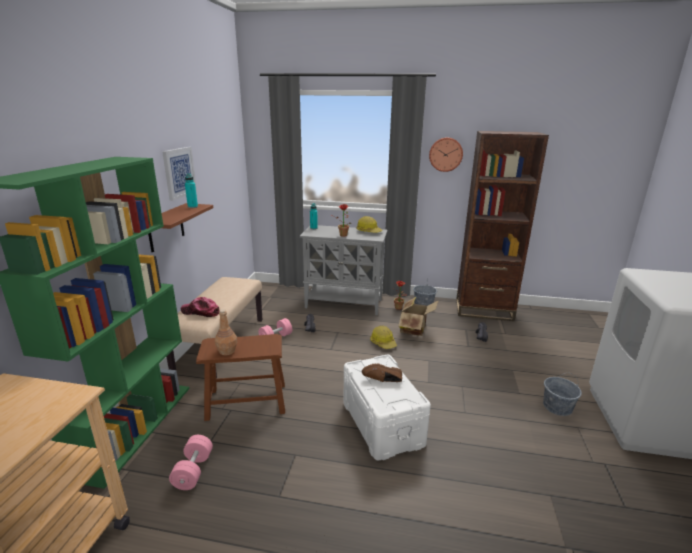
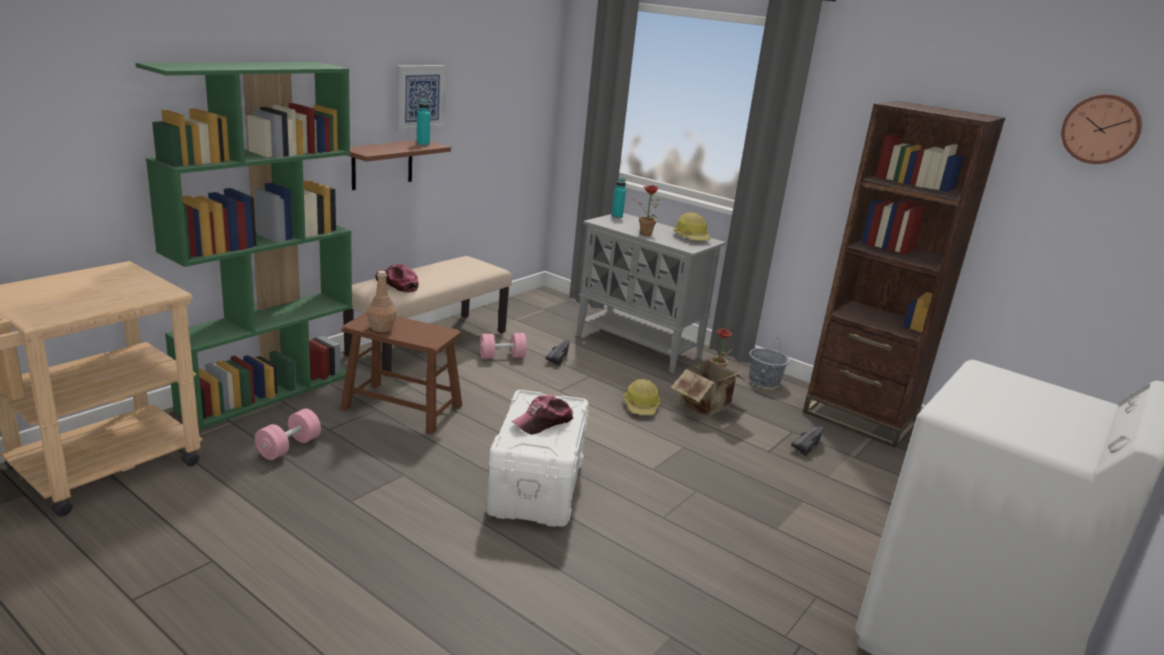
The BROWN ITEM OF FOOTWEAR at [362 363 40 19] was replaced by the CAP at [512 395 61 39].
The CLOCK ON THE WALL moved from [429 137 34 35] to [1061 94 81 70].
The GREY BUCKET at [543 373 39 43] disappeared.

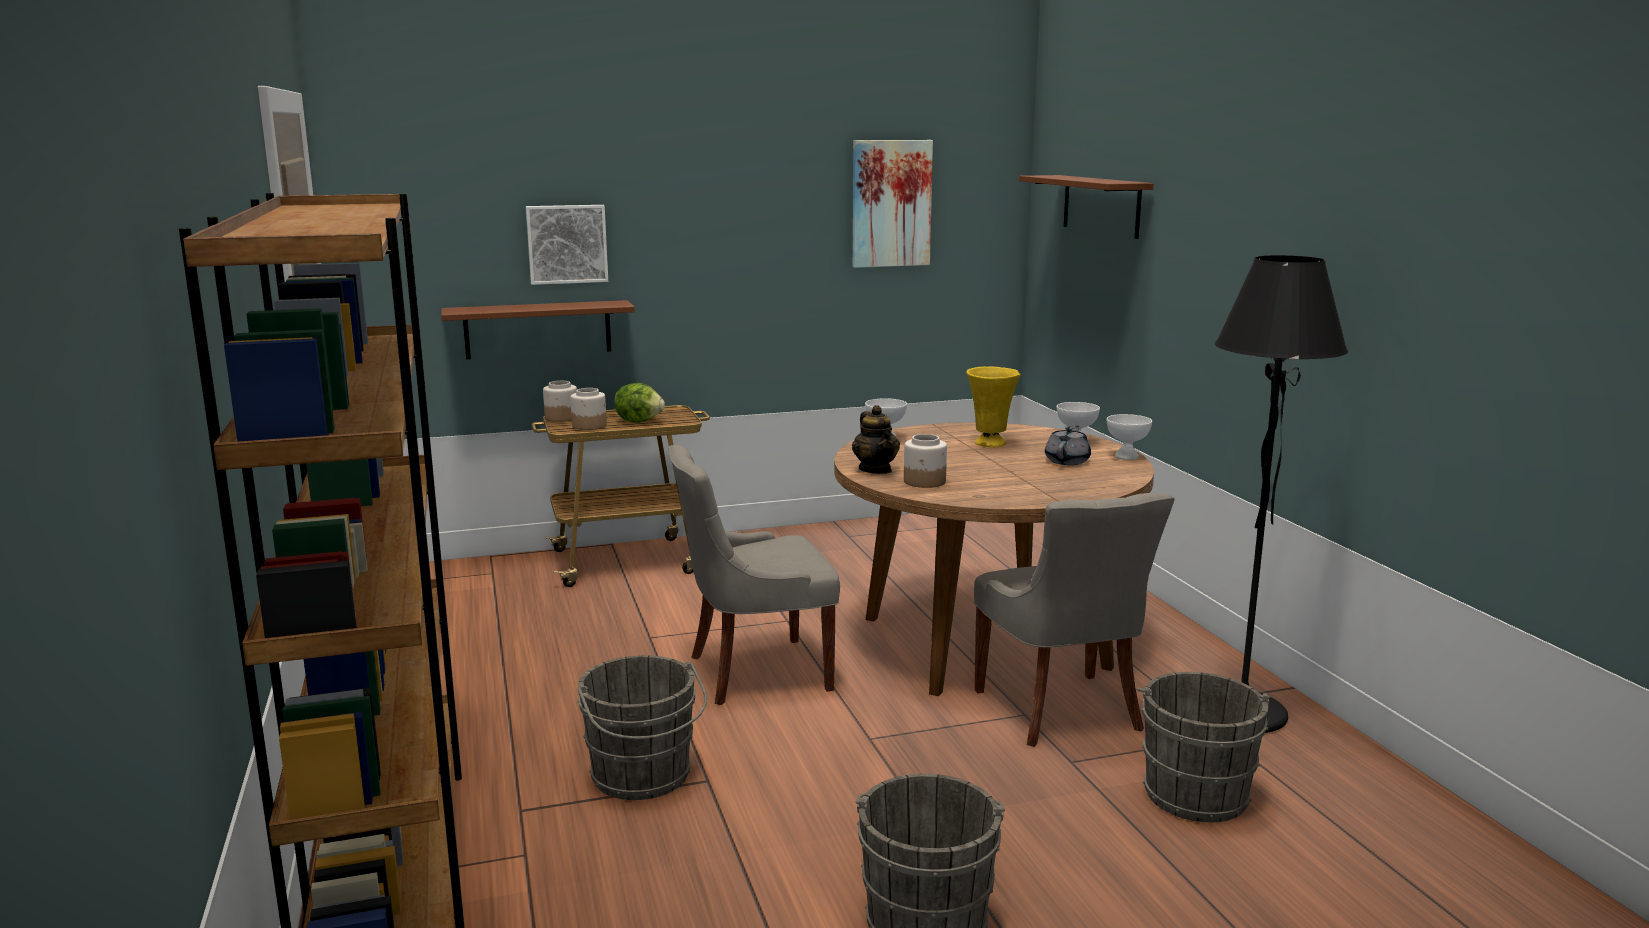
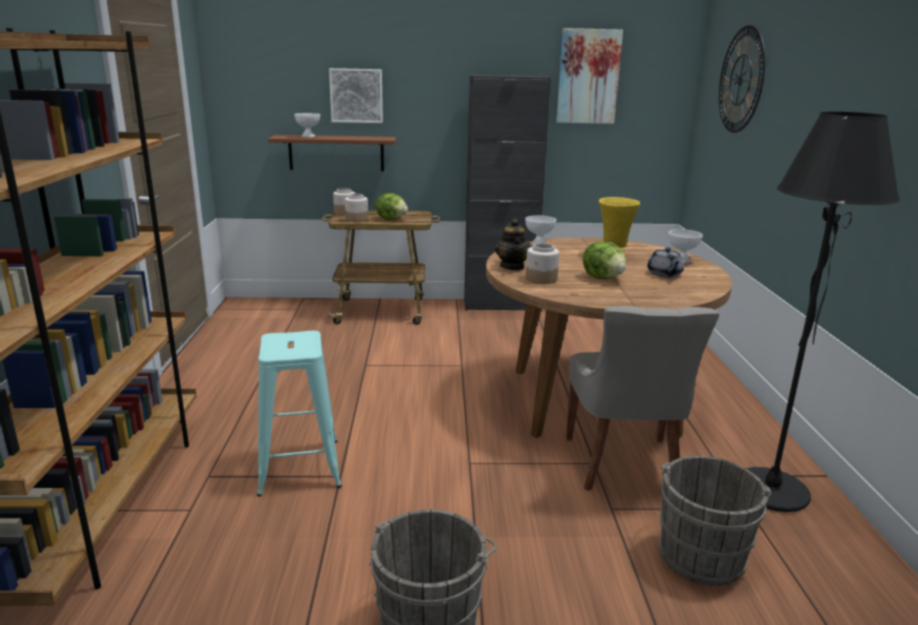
The GREY BUCKET at [577 655 130 145] was replaced by the BLUE-GREEN STOOL SEAT at [257 331 85 166].
The GREY UPRIGHT CHAIR at [668 445 172 260] disappeared.
The BROWN WALL SHELF at [1019 175 135 64] was replaced by the CLOCK ON THE WALL at [719 25 46 108].
The GREY POT FOR TEA at [1045 426 46 39] turned 135 degrees clockwise.
The WHITE SERVING BOWL moved from [1107 414 45 46] to [294 113 26 25].
The BLACK-COLOURED CABINET at [464 75 87 236] appeared.
The LETTUCE at [583 241 43 38] appeared.

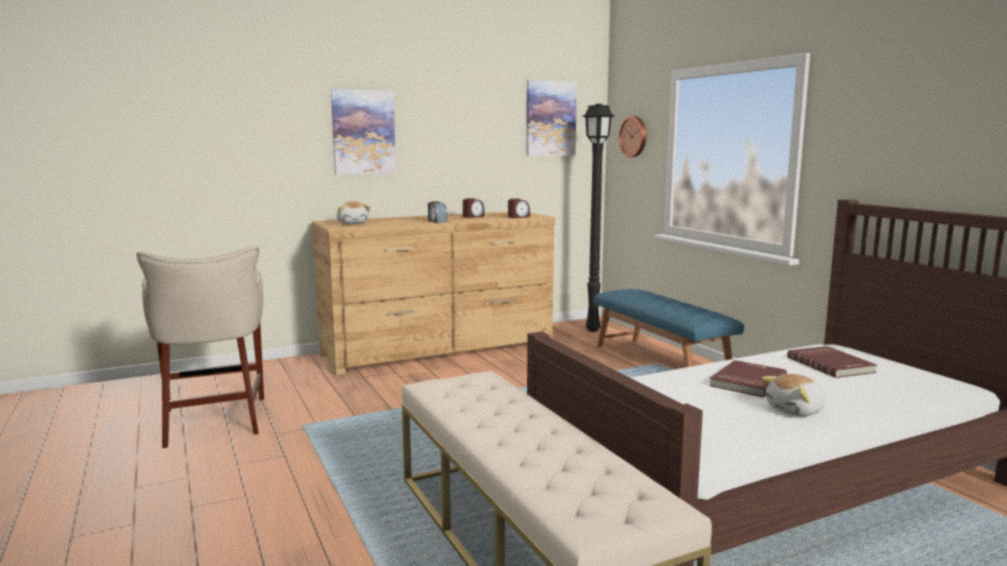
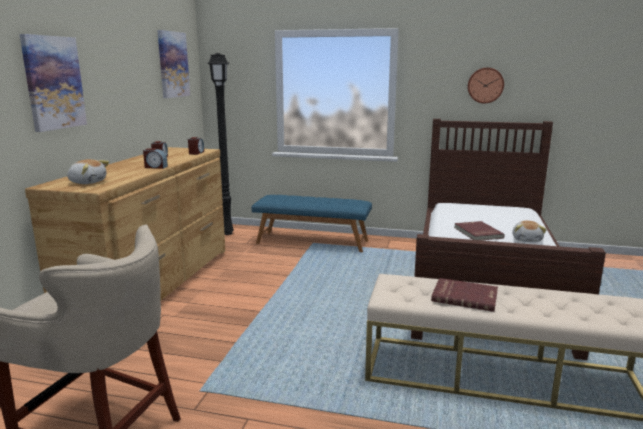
The CLOCK ON THE WALL moved from [618 116 28 41] to [468 68 36 36].
The REDDISH BOOK moved from [787 346 90 32] to [431 278 67 34].

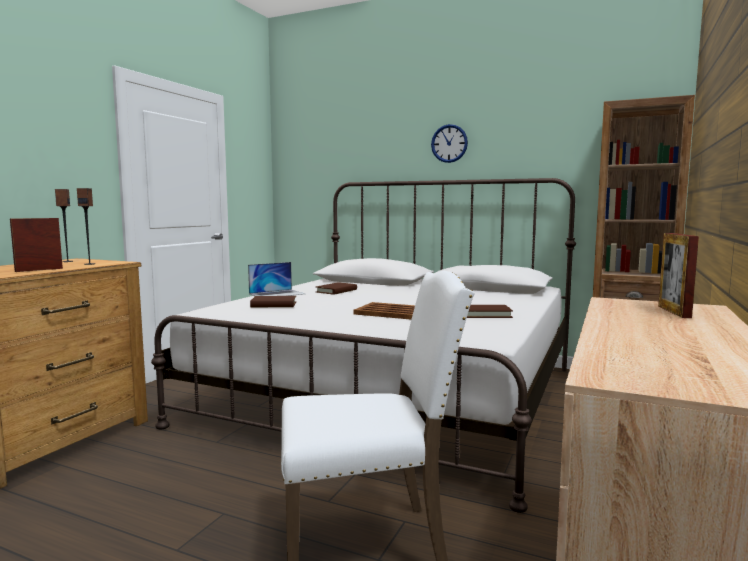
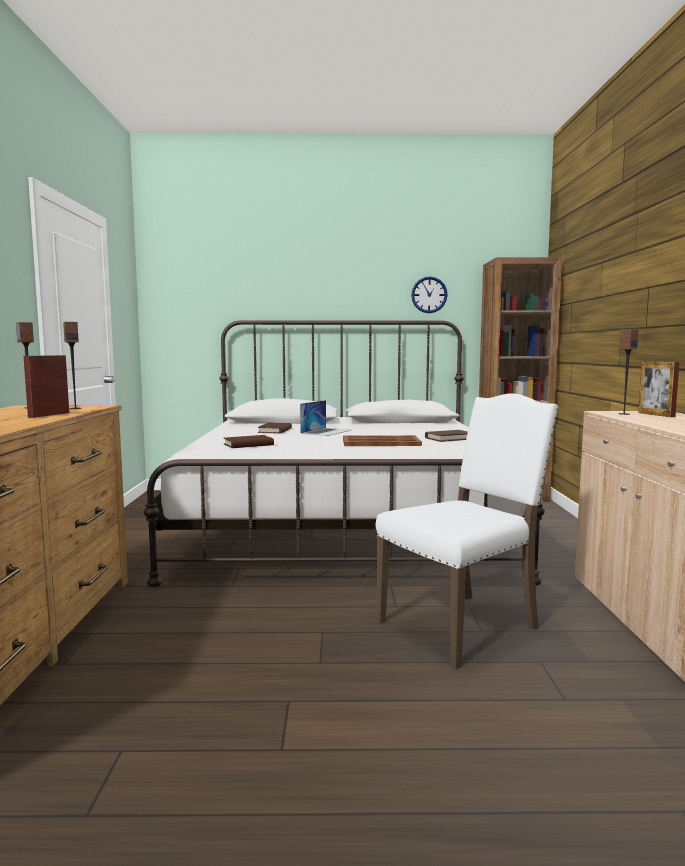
The NOTEBOOK COMPUTER moved from [248 262 57 34] to [300 400 51 36].
The CLOCK ON THE WALL moved from [431 124 37 39] to [411 276 37 37].
The SPEAKER at [618 329 20 86] appeared.

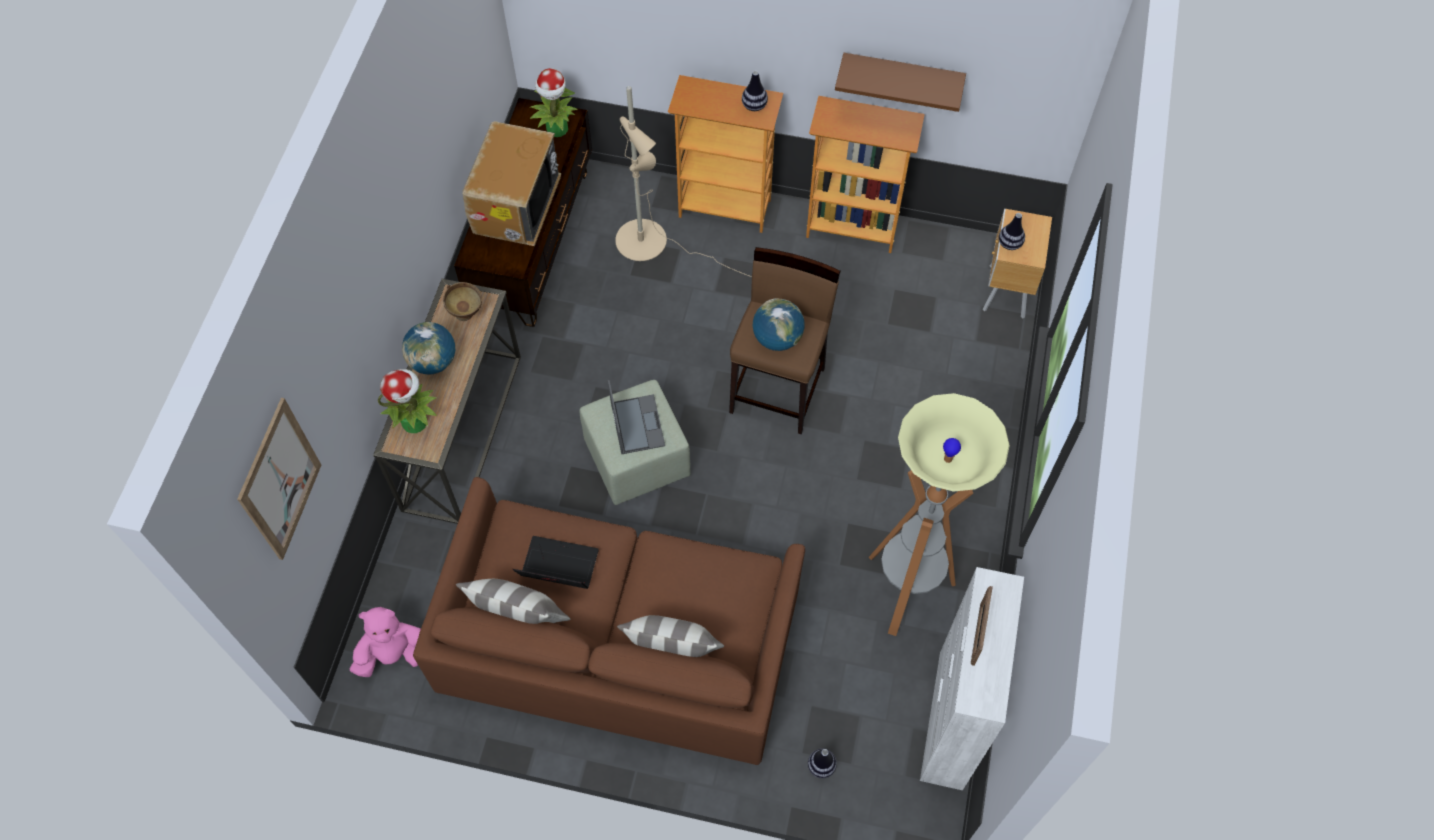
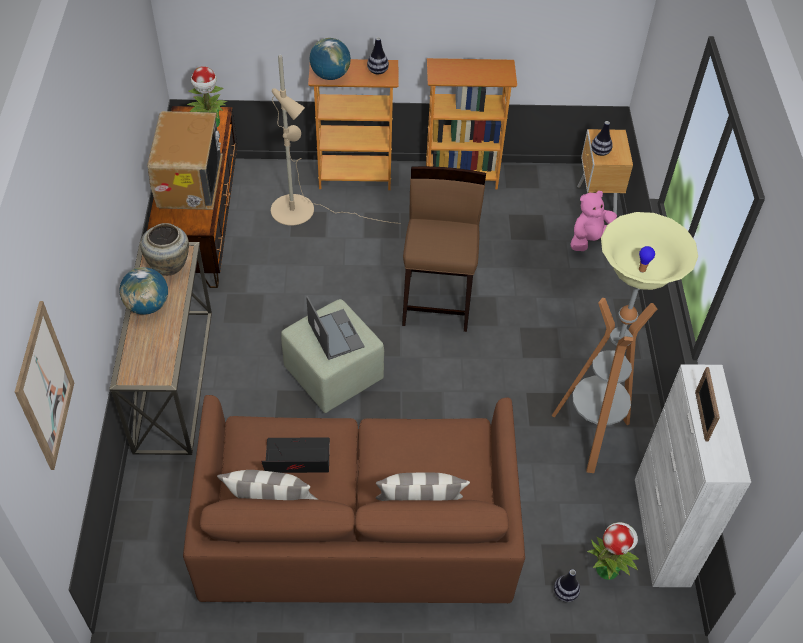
The PINK CUDDLY TOY moved from [350 607 71 70] to [571 191 46 60].
The PLANT IN A POT moved from [378 369 59 64] to [587 522 52 58].
The BROWN SERVING BOWL at [443 282 39 39] was replaced by the SAND-COLOURED FLOWER VASE at [140 223 49 53].
The DESK GLOBE moved from [753 298 52 53] to [310 38 41 42].
The BROWN WALL SHELF at [835 53 131 59] disappeared.

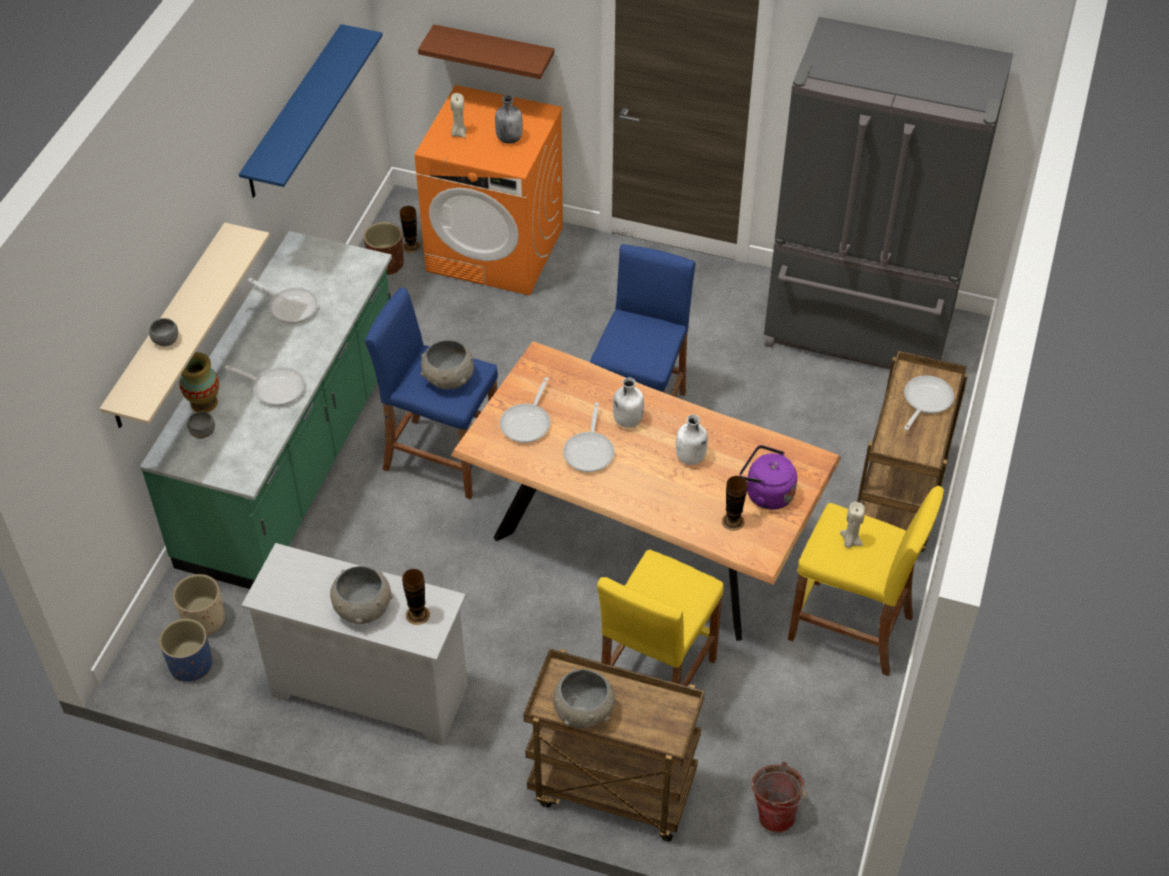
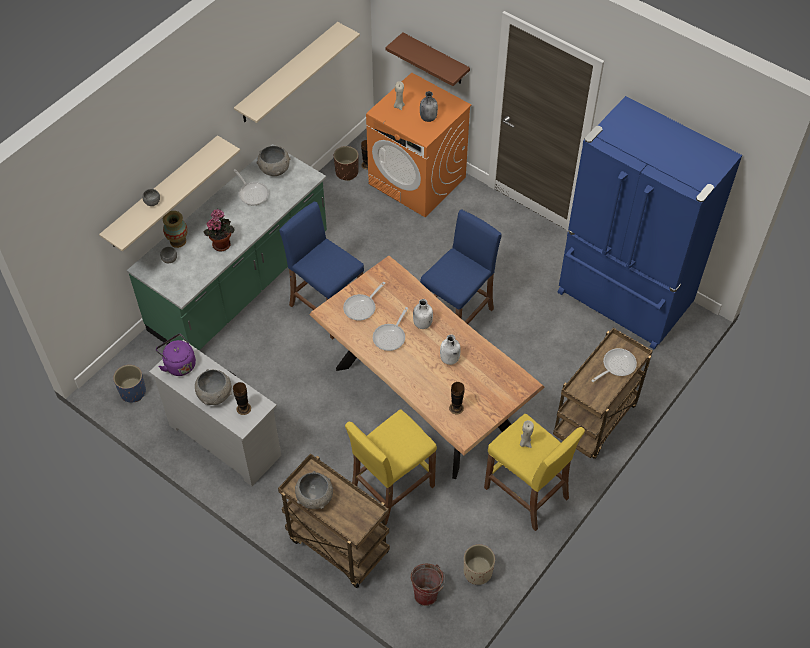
The SAND-COLOURED PLANT POT moved from [173 574 52 61] to [464 544 31 41].
The FRYING PAN at [225 365 80 41] was replaced by the PLANT IN A POT at [203 209 32 42].
The BLUISH WALL SHELF at [239 24 144 174] became the SAND-COLOURED WALL SHELF at [234 22 126 101].
The GREY SERVING BOWL moved from [421 340 53 49] to [256 146 34 30].
The PURPLISH TEA KETTLE moved from [740 445 57 65] to [156 334 40 42].
The GREY KITCHEN FRIDGE at [764 17 249 352] became the BLUISH KITCHEN FRIDGE at [557 96 185 253].

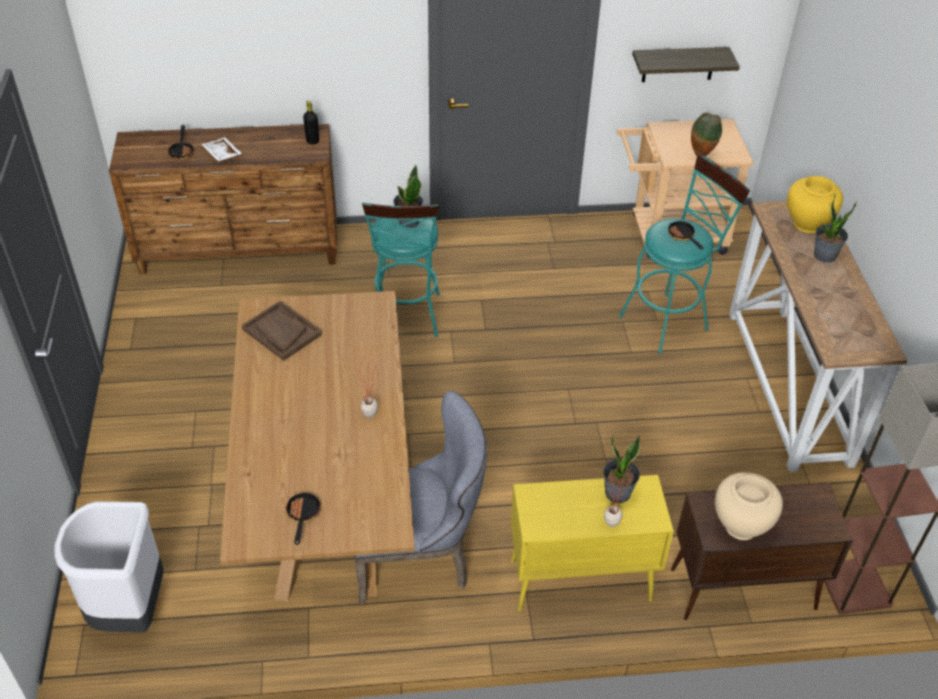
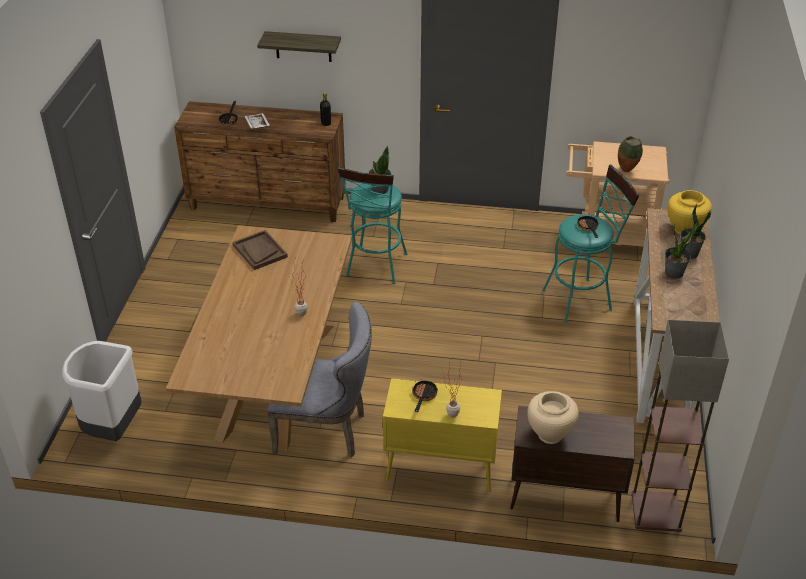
The FRYING PAN moved from [285 492 36 53] to [412 376 26 36].
The PLANT IN A POT moved from [603 435 37 68] to [665 223 29 55].
The WALL SHELF moved from [632 47 108 35] to [257 31 84 31].

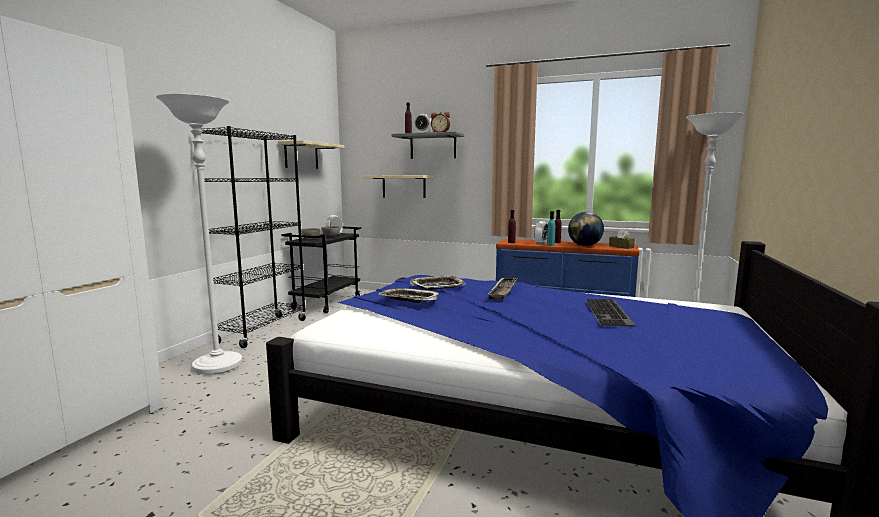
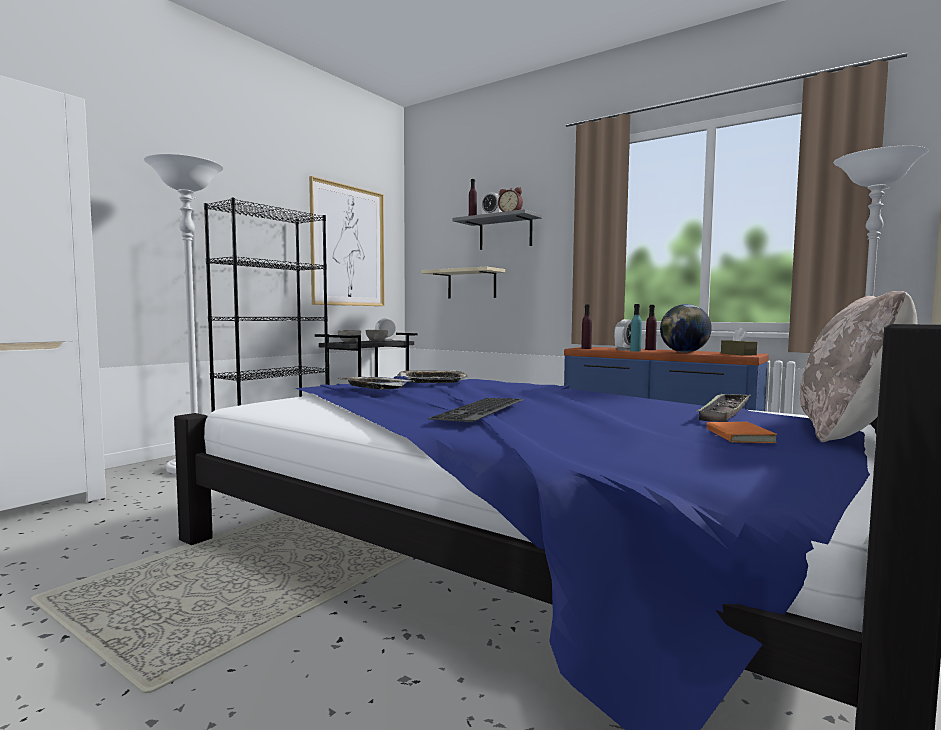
The SAND-COLOURED WALL SHELF at [278 140 67 29] was replaced by the WALL PICTURE at [309 176 75 130].
The CARRYING TRAY moved from [488 277 30 23] to [696 393 55 29].
The COMPUTER KEYBOARD moved from [585 299 50 27] to [428 398 96 24].
The ORANGE BOOK at [706 422 71 21] appeared.
The SAND-COLOURED CUSHION at [800 291 118 152] appeared.

